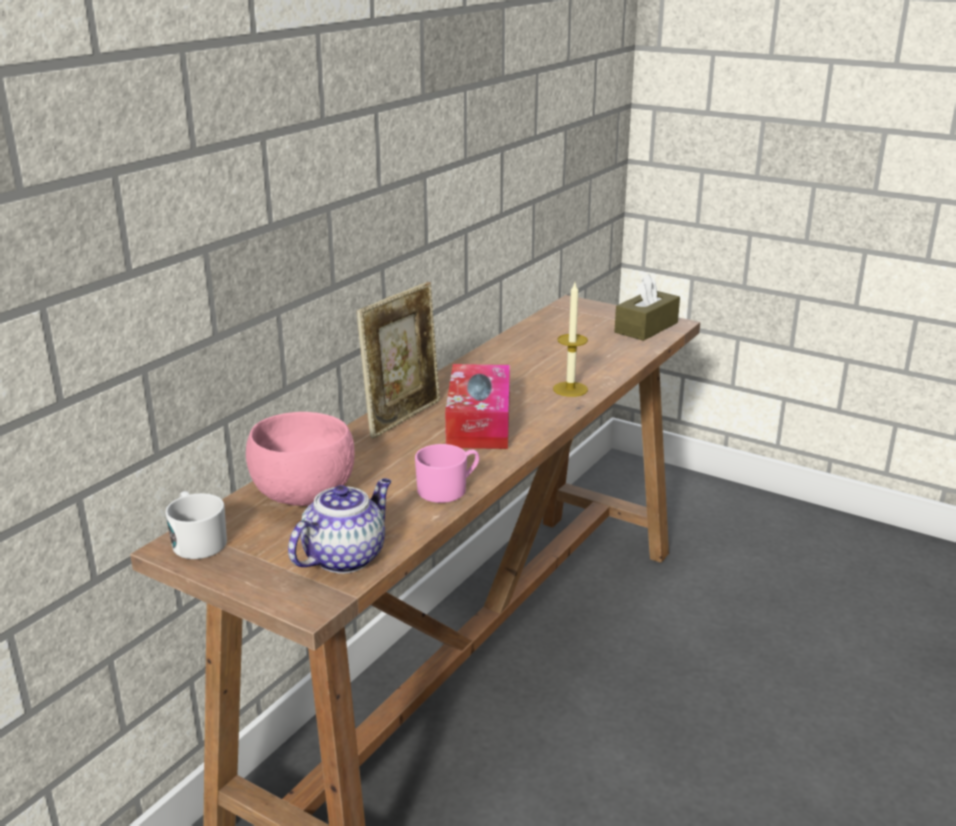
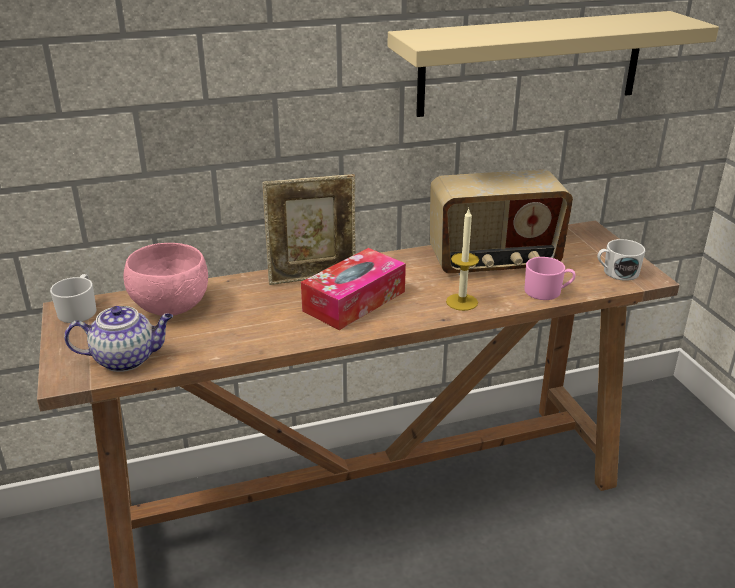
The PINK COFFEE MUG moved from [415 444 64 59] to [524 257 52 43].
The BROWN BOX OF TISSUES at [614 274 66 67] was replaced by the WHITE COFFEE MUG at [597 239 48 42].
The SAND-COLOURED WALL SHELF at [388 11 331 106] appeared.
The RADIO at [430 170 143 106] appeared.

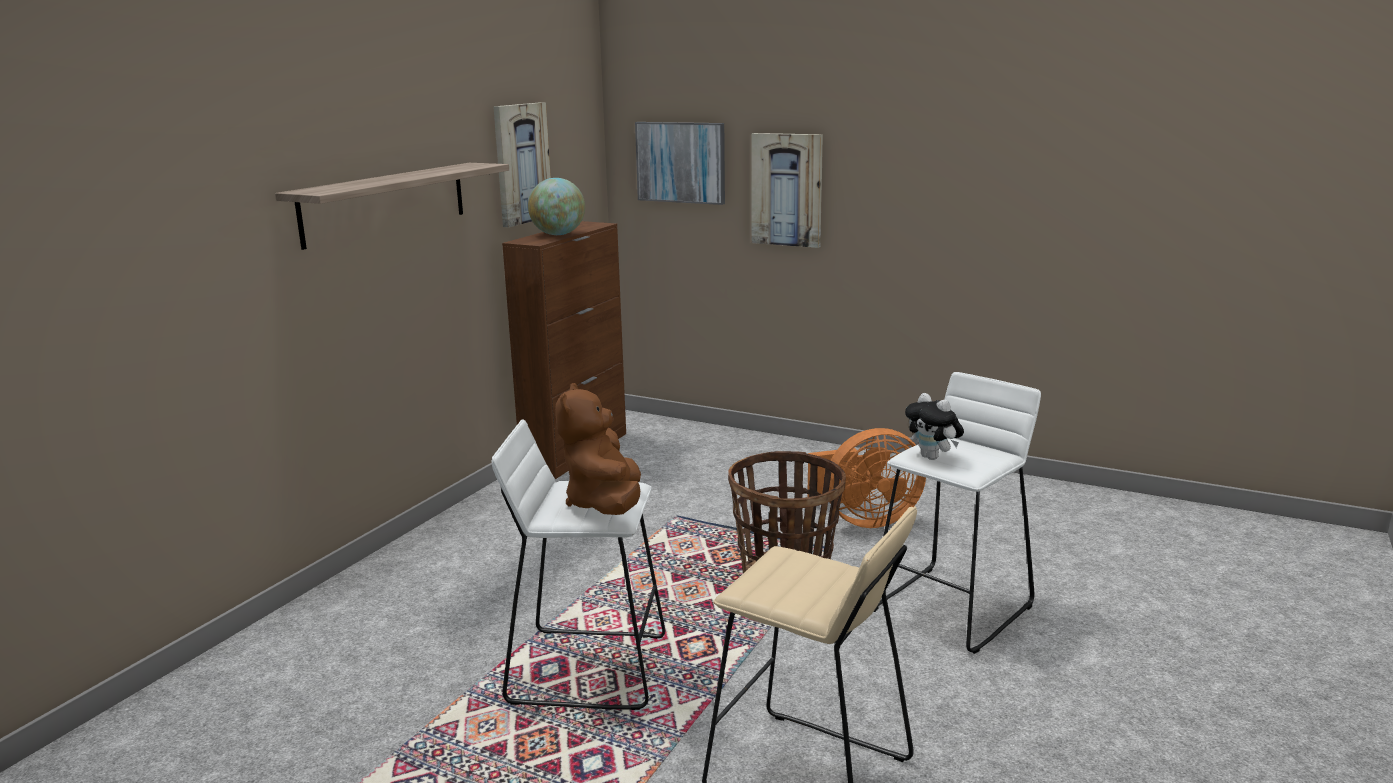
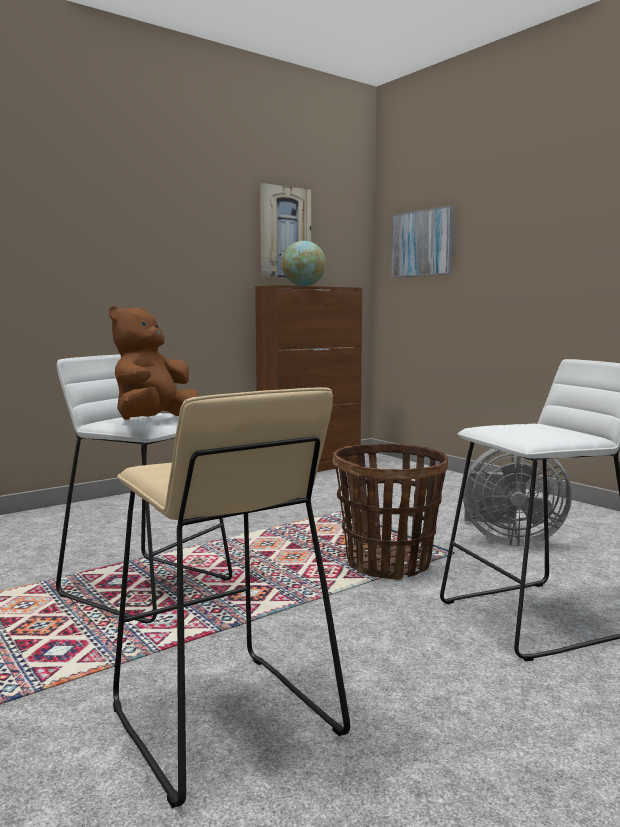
The WALL SHELF at [275 163 234 87] disappeared.
The WALL PICTURE at [751 133 72 115] disappeared.
The ORANGE COOLING FAN at [807 428 119 100] became the GREY COOLING FAN at [463 448 109 98].
The CUDDLY TOY at [905 393 59 67] disappeared.

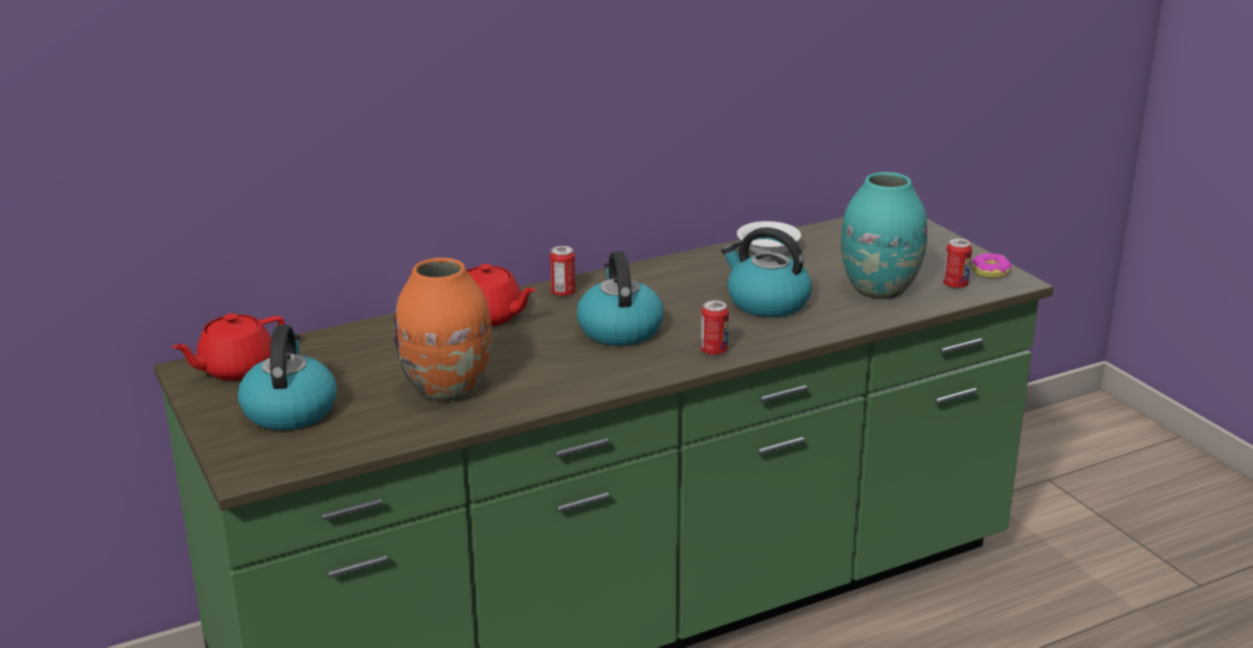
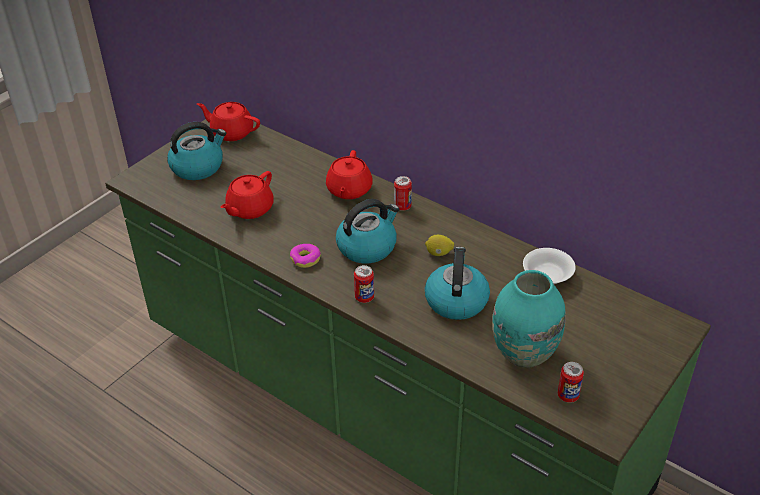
The ORANGE FLOWER VASE at [394 258 98 145] was replaced by the REDDISH POT FOR TEA at [221 171 53 48].
The RING DOUGHNUT moved from [970 253 42 25] to [290 244 31 24].
The LEMON at [425 235 29 21] appeared.

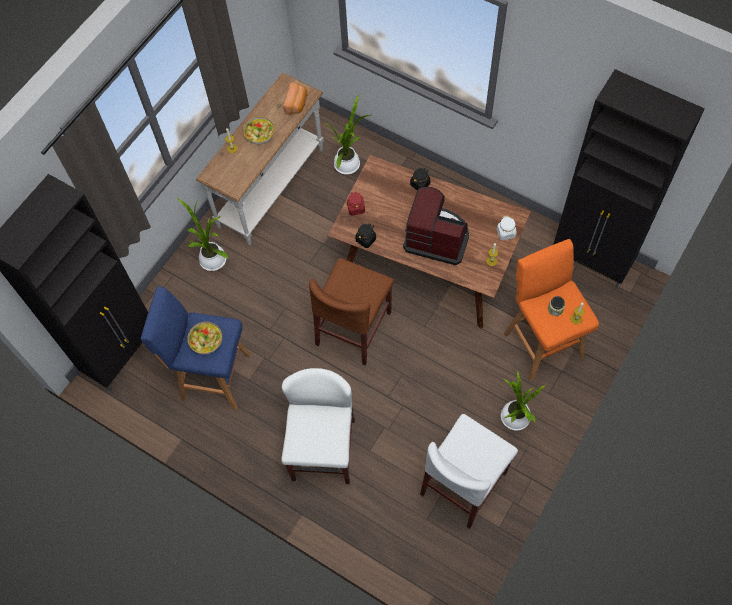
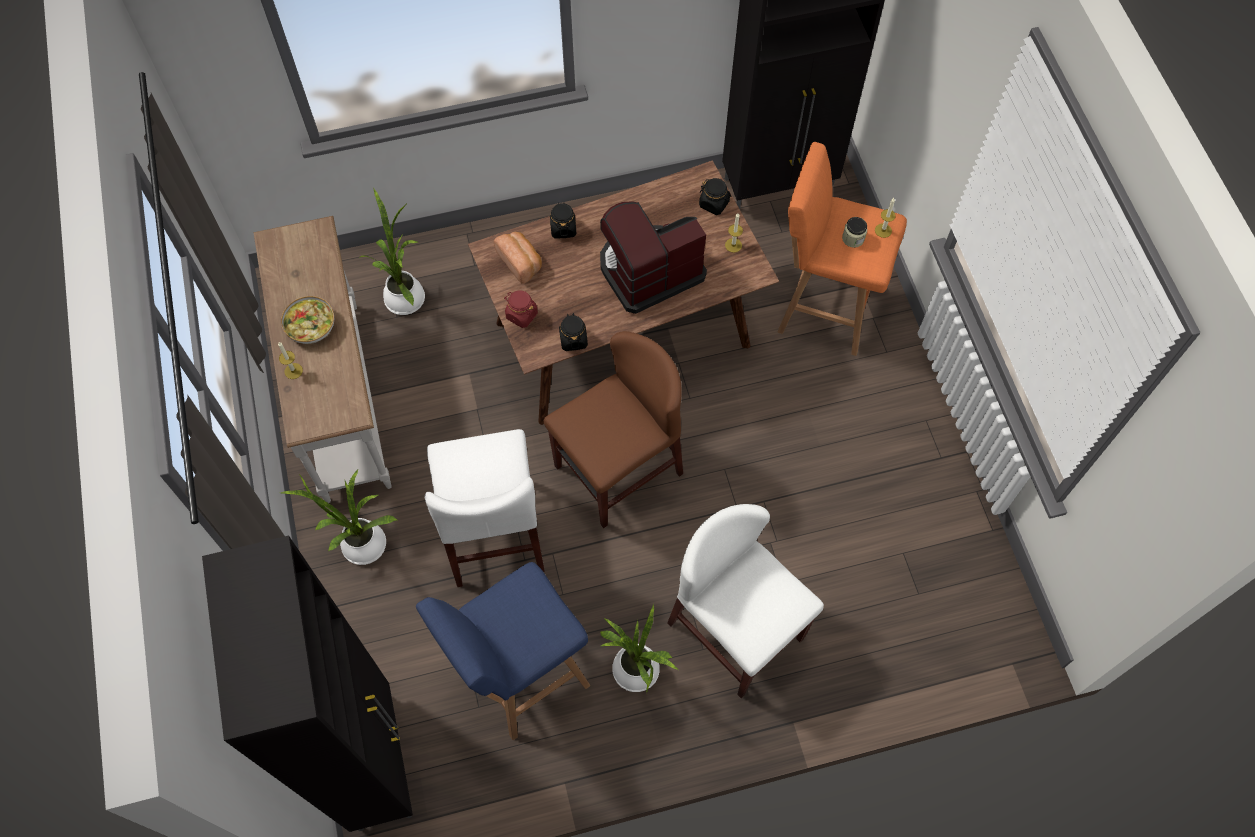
The SERVING BOWL at [187 322 35 32] disappeared.
The BREAD moved from [283 82 25 33] to [494 232 48 52].
The BROWN UPRIGHT CHAIR at [309 258 85 108] turned 105 degrees counterclockwise.
The WHITE UPRIGHT CHAIR moved from [420 414 98 115] to [425 429 120 158].
The WHITE STORAGE JAR at [497 216 20 24] became the BLACK-COLOURED STORAGE JAR at [699 178 32 37].
The PLANT IN A POT moved from [501 371 45 59] to [600 604 78 89].

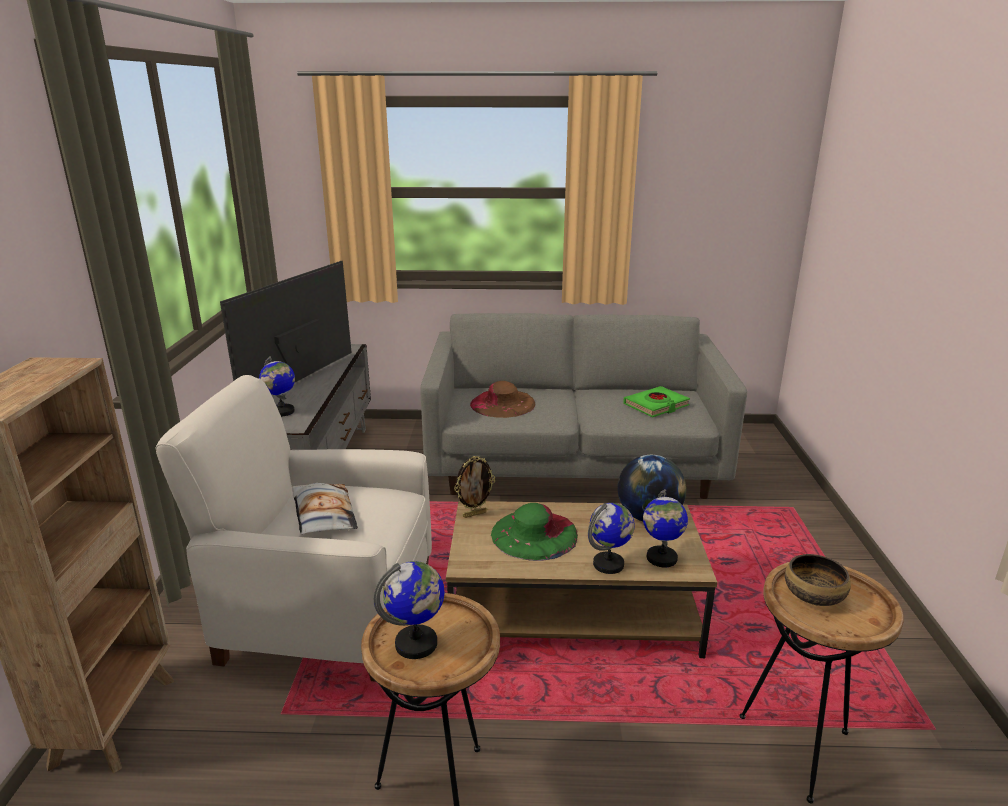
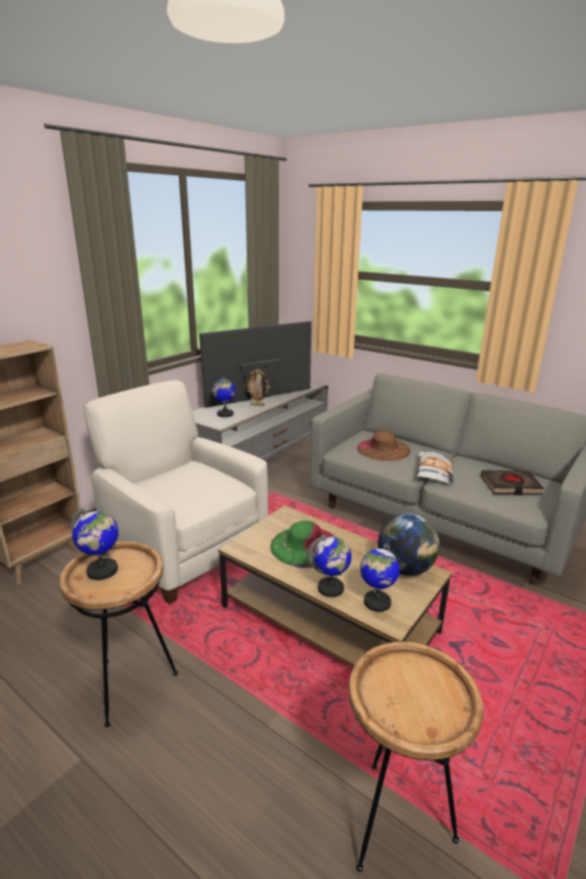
The CUSHION moved from [292 483 66 52] to [417 451 36 33].
The PHOTO FRAME moved from [454 456 41 62] to [245 369 25 37].
The GREENISH BOOK at [623 386 67 31] became the BLACK-COLOURED BOOK at [481 470 63 25].
The SERVING BOWL at [785 554 66 52] disappeared.

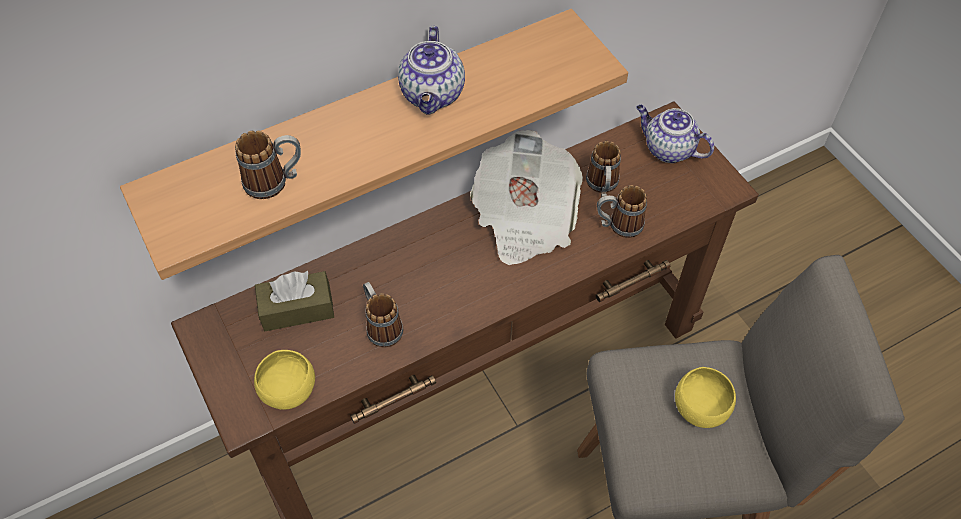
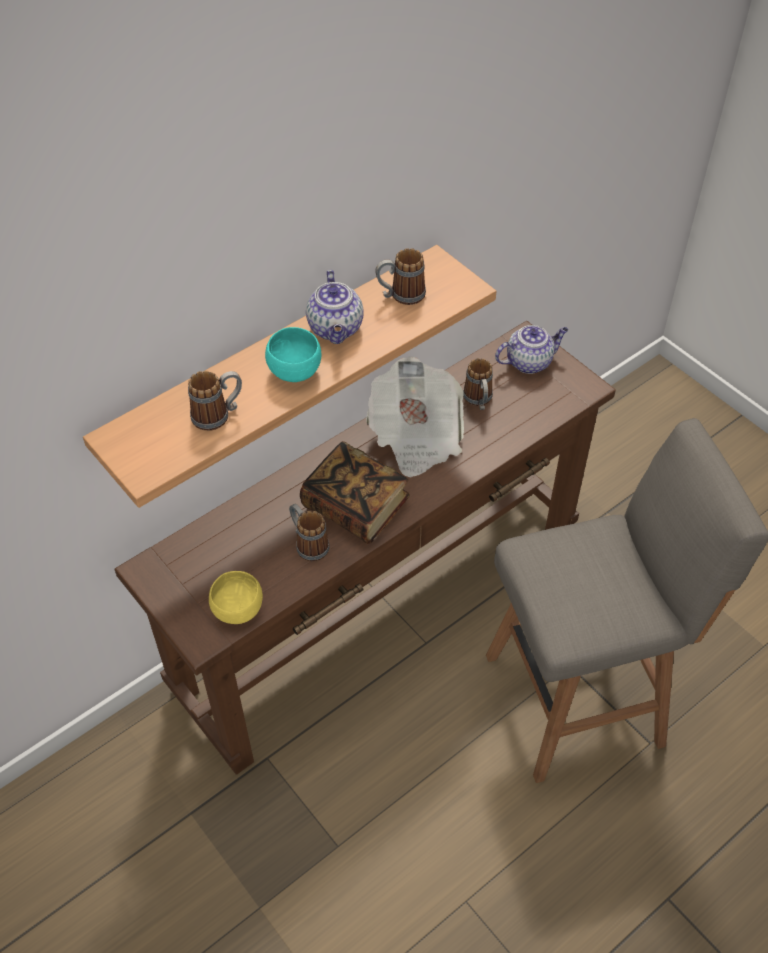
The BROWN BOX OF TISSUES at [255 271 79 60] disappeared.
The COFFEE MUG moved from [597 185 50 53] to [375 248 51 57].
The POT FOR TEA at [636 105 78 58] turned 135 degrees clockwise.
The YELLOW SERVING BOWL at [675 367 61 61] disappeared.
The BLUE-GREEN SERVING BOWL at [265 327 56 55] appeared.
The BOOK at [300 441 110 103] appeared.

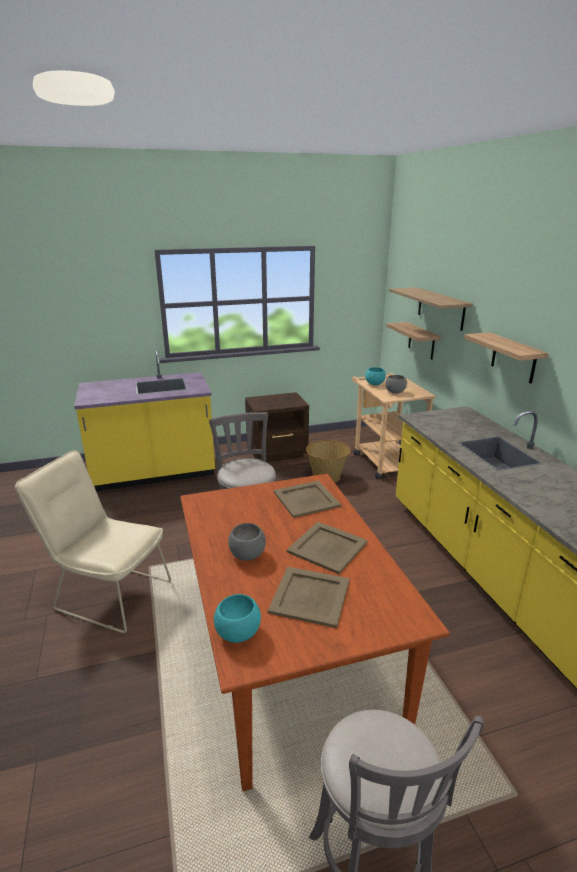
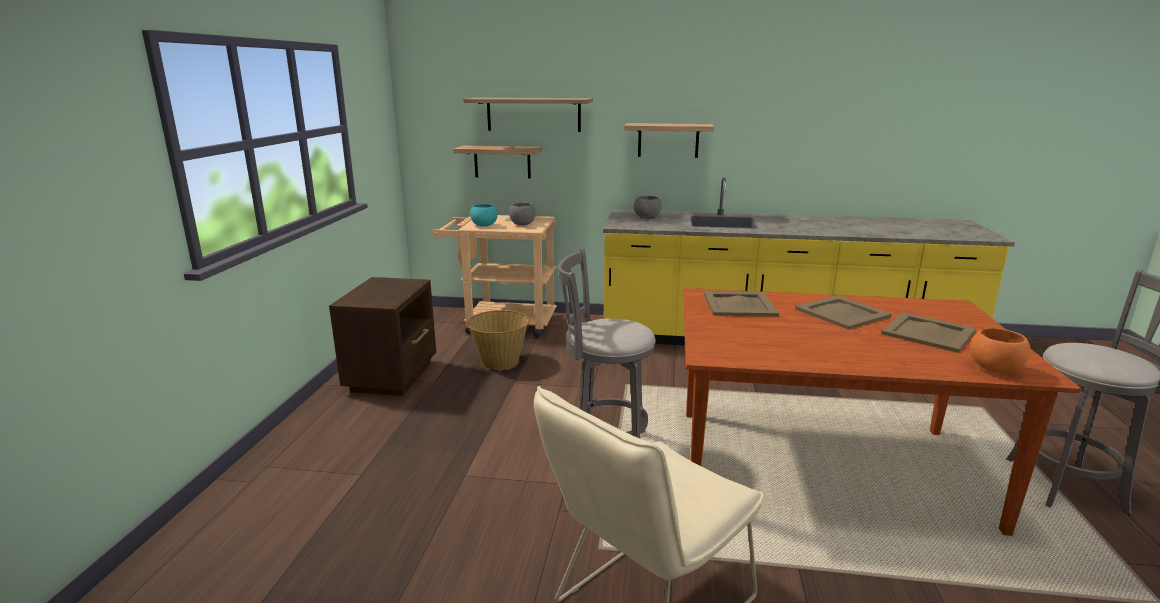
The YELLOW KITCHEN BASE UNIT at [74 350 141 141] disappeared.
The BLUE-GREEN SERVING BOWL at [214 594 47 49] became the ORANGE SERVING BOWL at [970 328 61 45].
The GREY SERVING BOWL moved from [228 523 38 38] to [634 196 28 23].

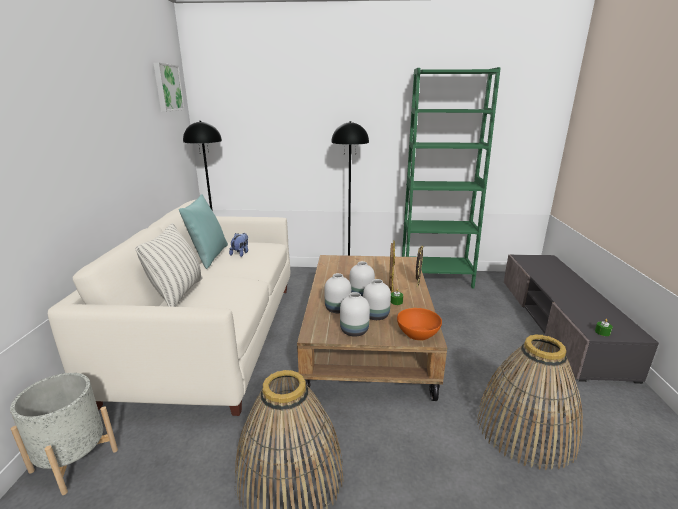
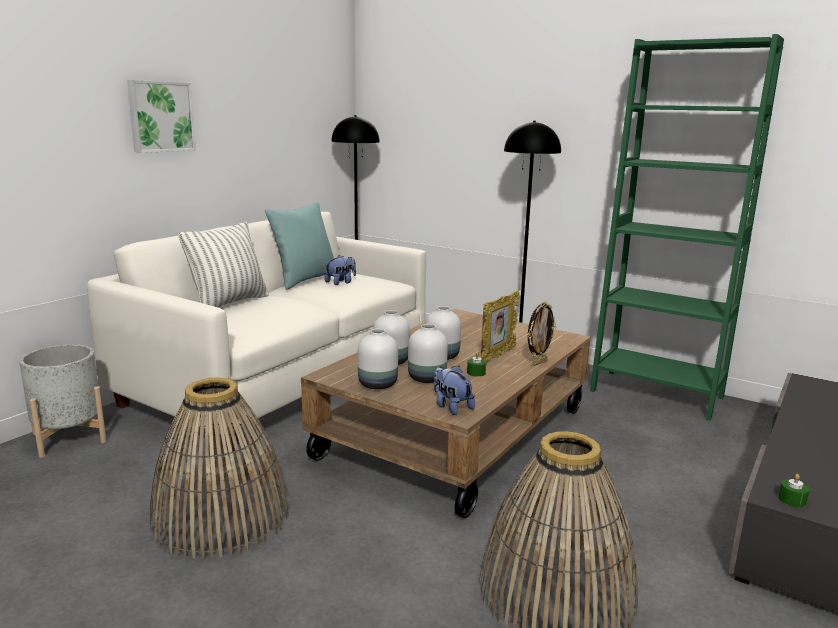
The WALL PICTURE moved from [153 62 32 49] to [127 80 69 73].
The ORANGE SERVING BOWL at [397 308 45 33] was replaced by the CUDDLY TOY at [434 366 41 49].

